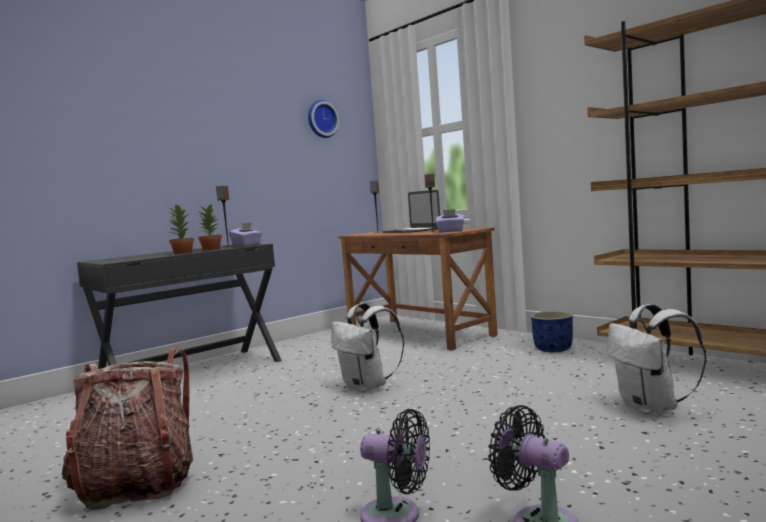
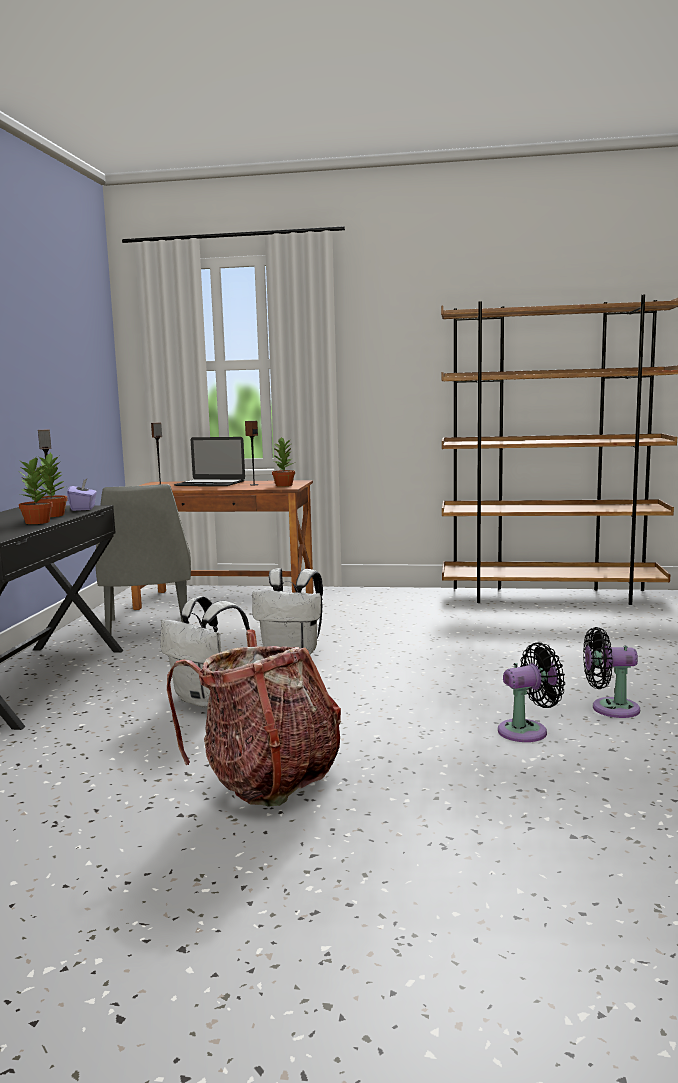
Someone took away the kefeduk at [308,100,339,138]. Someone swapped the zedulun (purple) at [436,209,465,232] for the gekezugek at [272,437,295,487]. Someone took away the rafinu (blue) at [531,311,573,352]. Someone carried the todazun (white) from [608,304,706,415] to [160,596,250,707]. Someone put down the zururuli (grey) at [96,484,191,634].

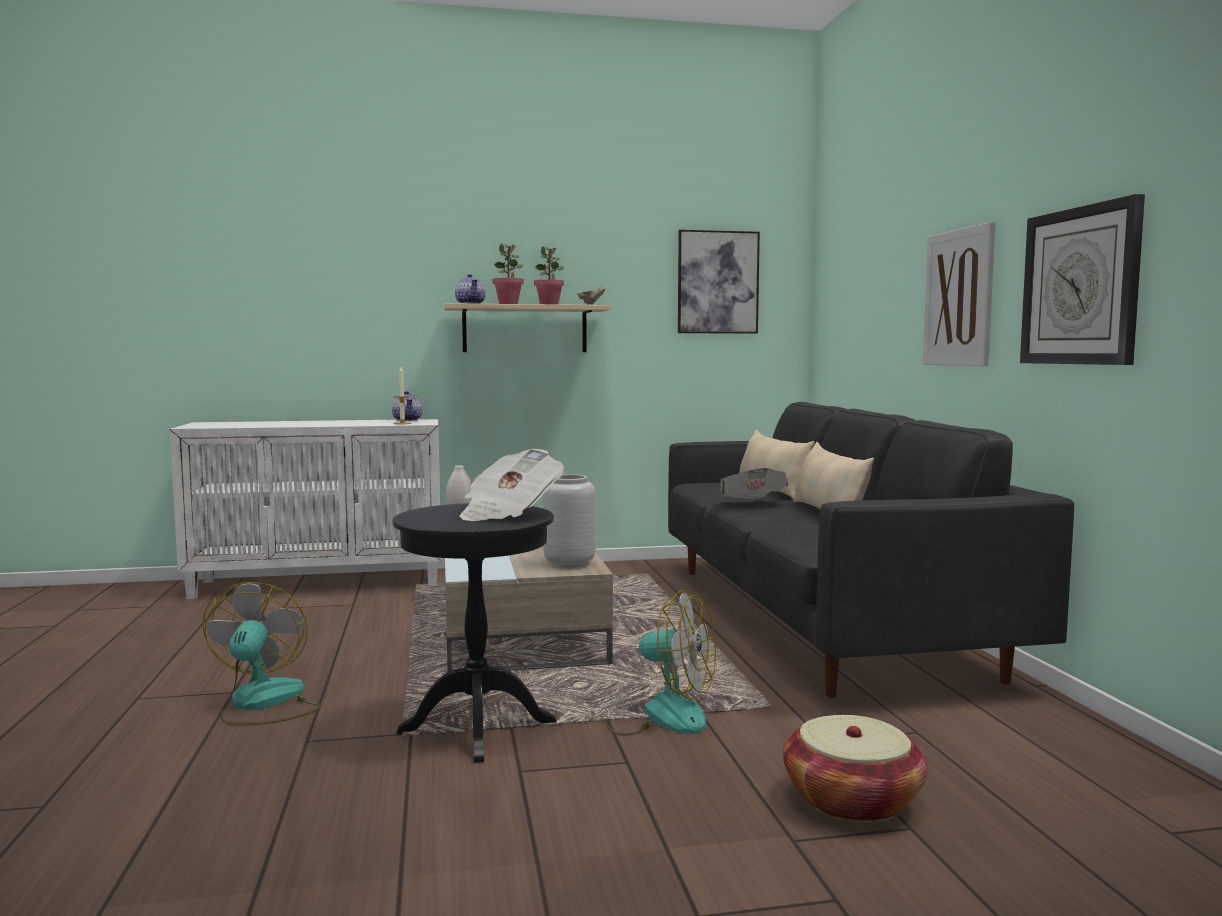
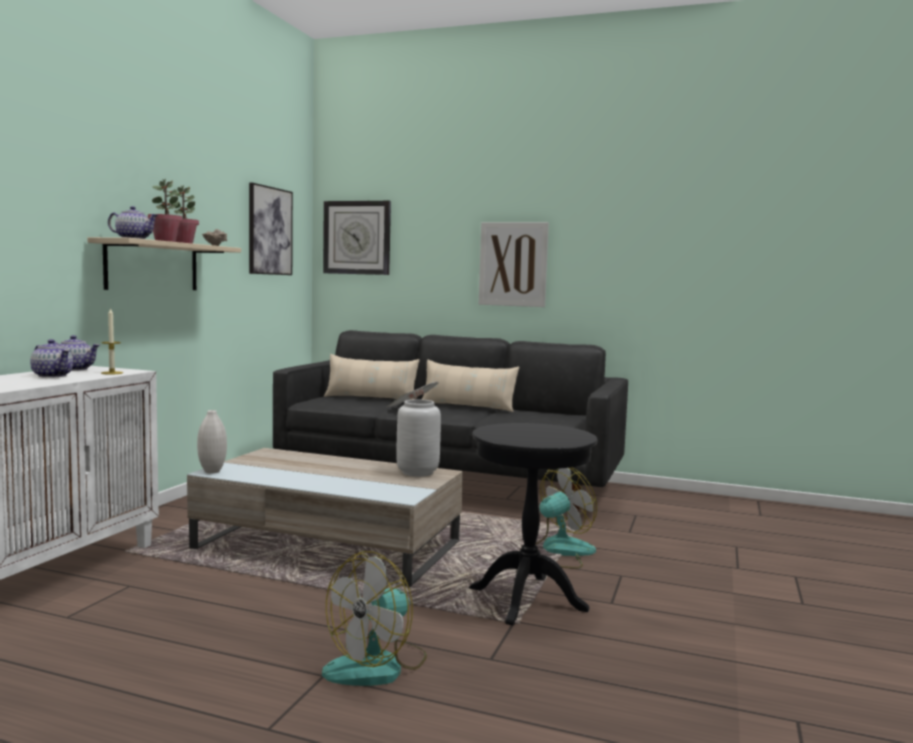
Someone rotated the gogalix at [202,582,320,726] by 75 degrees counterclockwise. Someone took away the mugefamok at [460,449,564,521]. Someone took away the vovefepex at [783,715,927,823]. Someone carried the kefeduk from [1020,194,1145,365] to [323,201,391,275]. Someone put down the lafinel at [30,339,73,378].

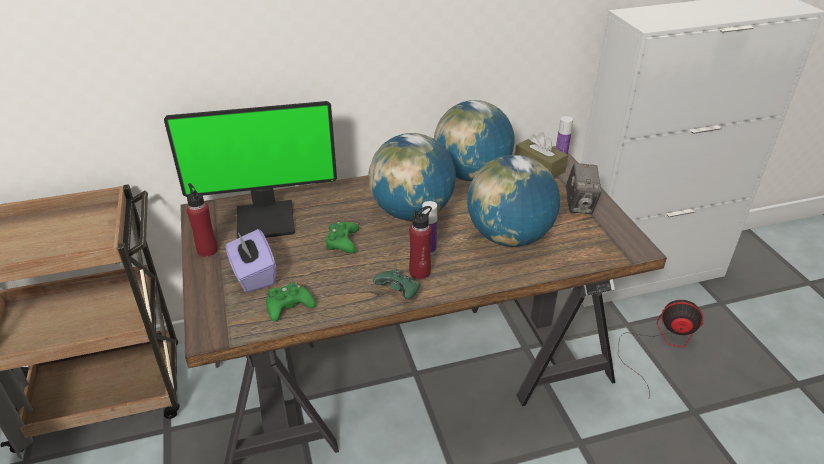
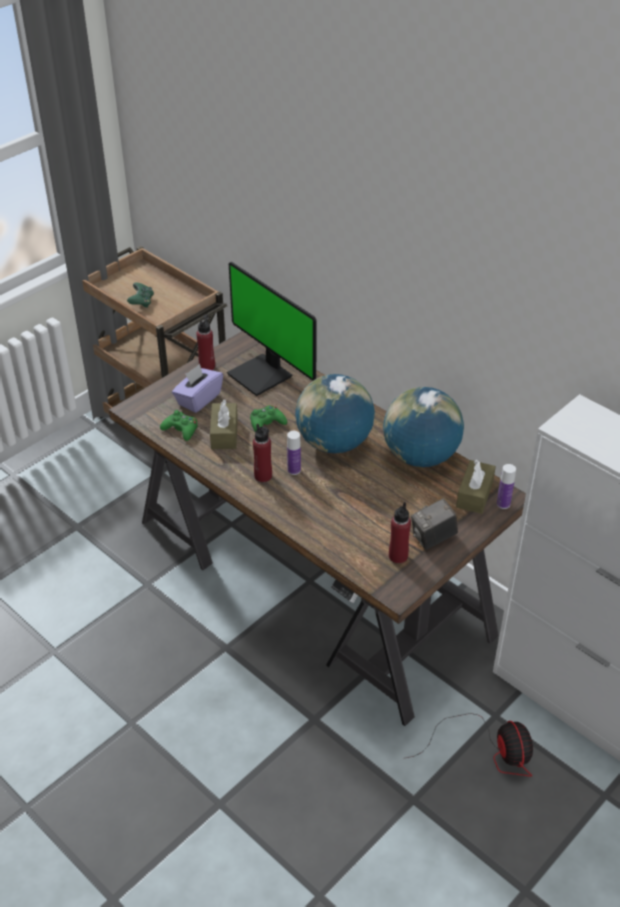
Someone carried the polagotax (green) from [373,268,421,300] to [127,282,154,308]. Someone took away the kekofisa at [467,155,560,247]. Someone put down the zedulun (brown) at [210,400,238,449]. Someone put down the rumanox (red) at [389,502,411,563].

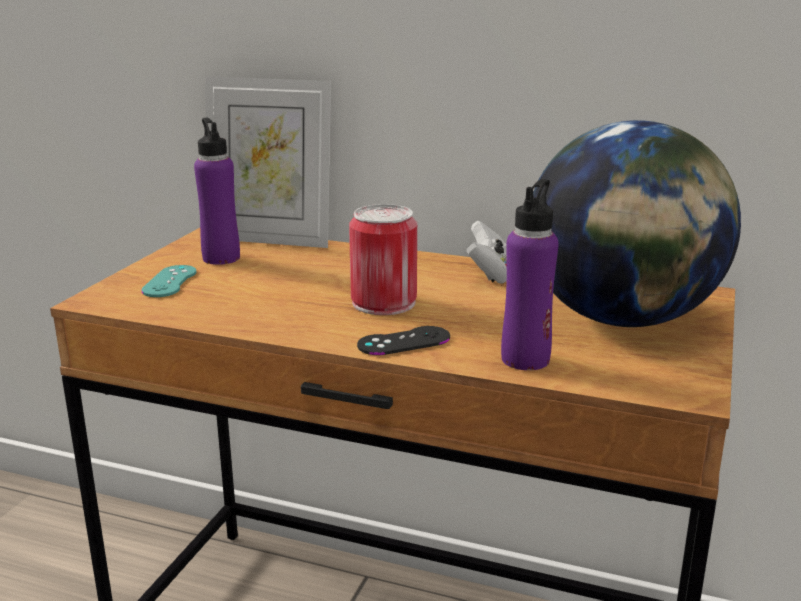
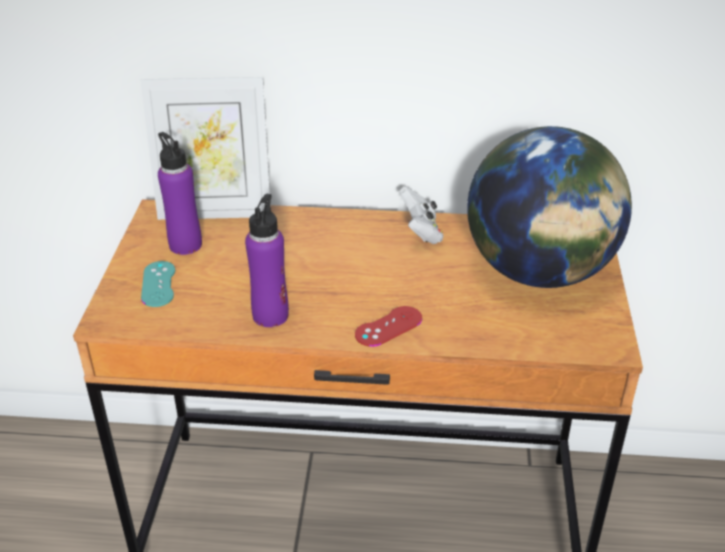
Someone took away the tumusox at [349,204,417,315]. Someone repainted the polagotax (black) at [357,326,450,355], which became the polagotax (red) at [355,306,422,347]. Someone carried the rumanox (purple) from [501,179,559,370] to [245,194,289,327].

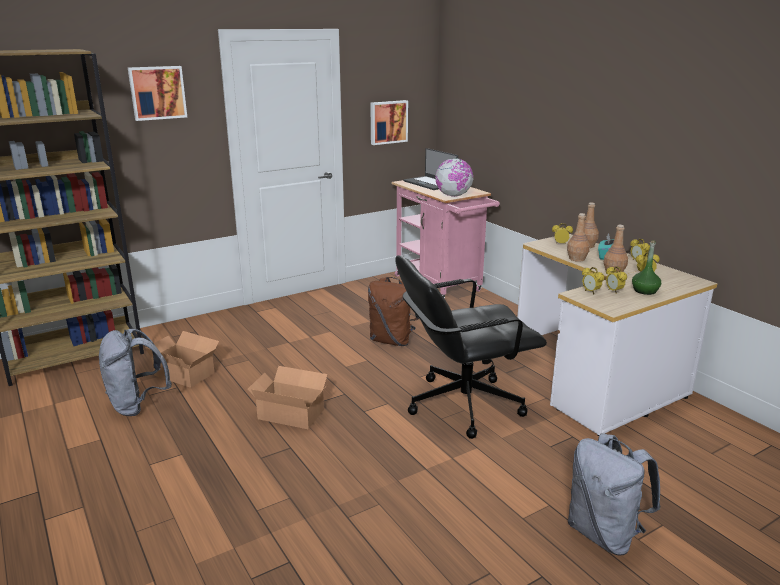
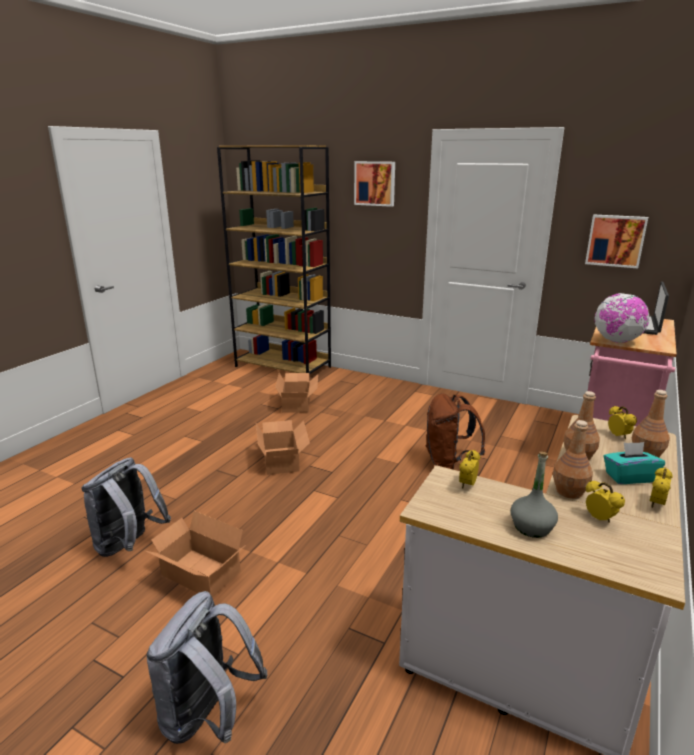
Someone carried the todazun (grey) from [99,329,172,416] to [82,457,171,557]. Someone took away the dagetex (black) at [395,255,547,439]. Someone took away the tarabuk at [606,266,627,294]. Someone repainted the rumanox (green) at [632,241,661,295], which became the rumanox (grey) at [510,452,558,538]. Someone put down the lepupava at [146,511,246,598].

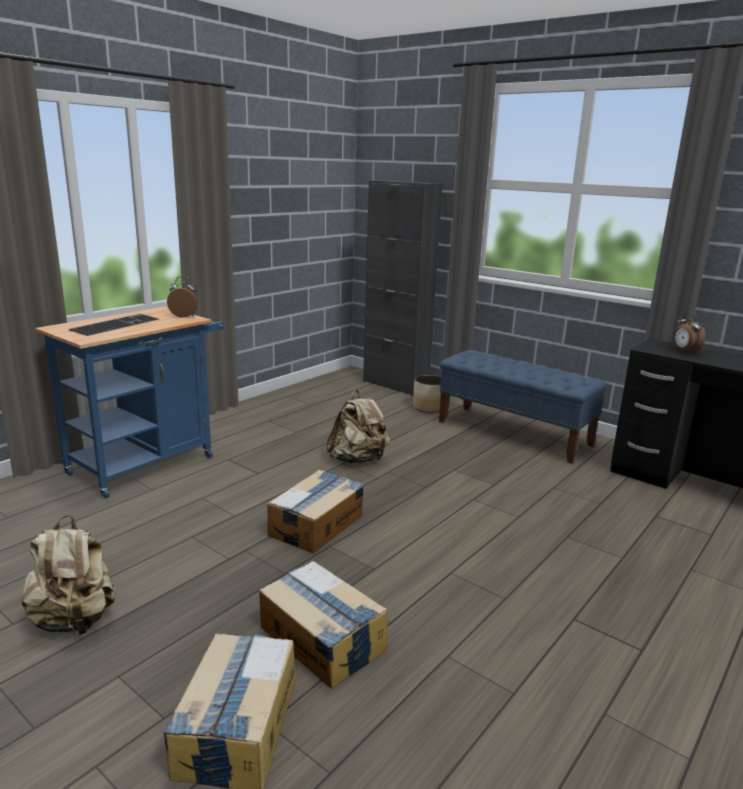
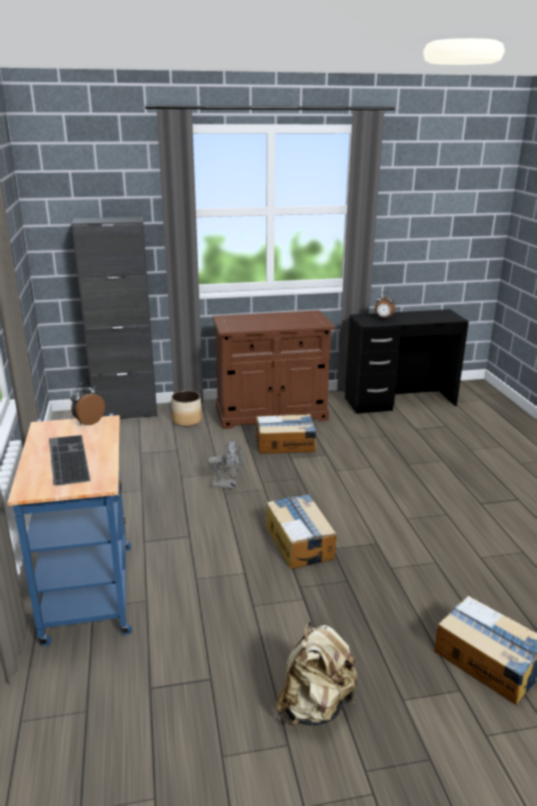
Someone carried the lepupava from [259,561,388,689] to [256,414,316,454]. Someone swapped the todazun (beige) at [326,390,390,463] for the gogalix (grey) at [207,440,243,489]. Someone swapped the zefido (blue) at [439,350,607,464] for the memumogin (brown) at [213,310,335,429].

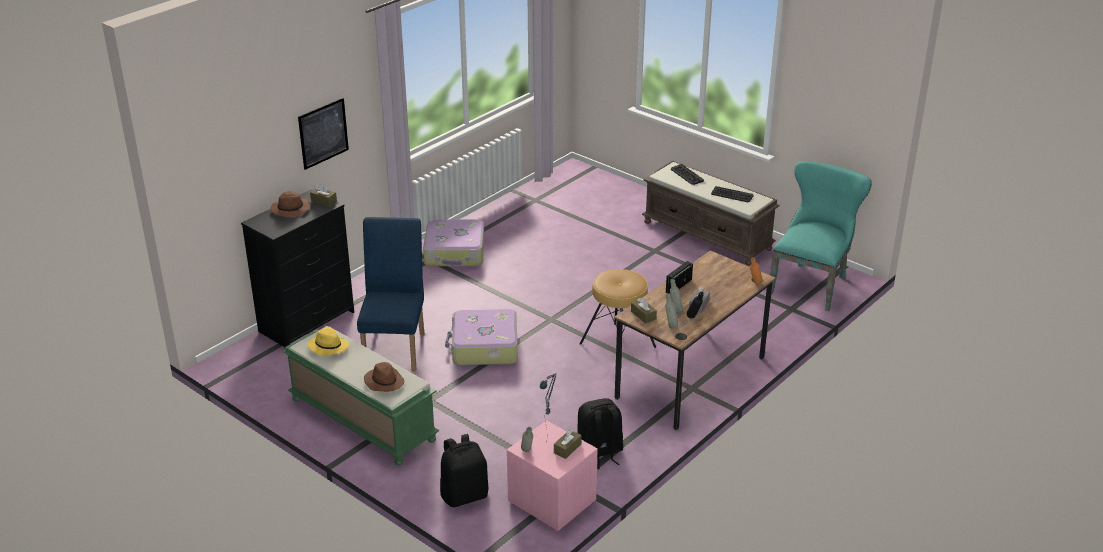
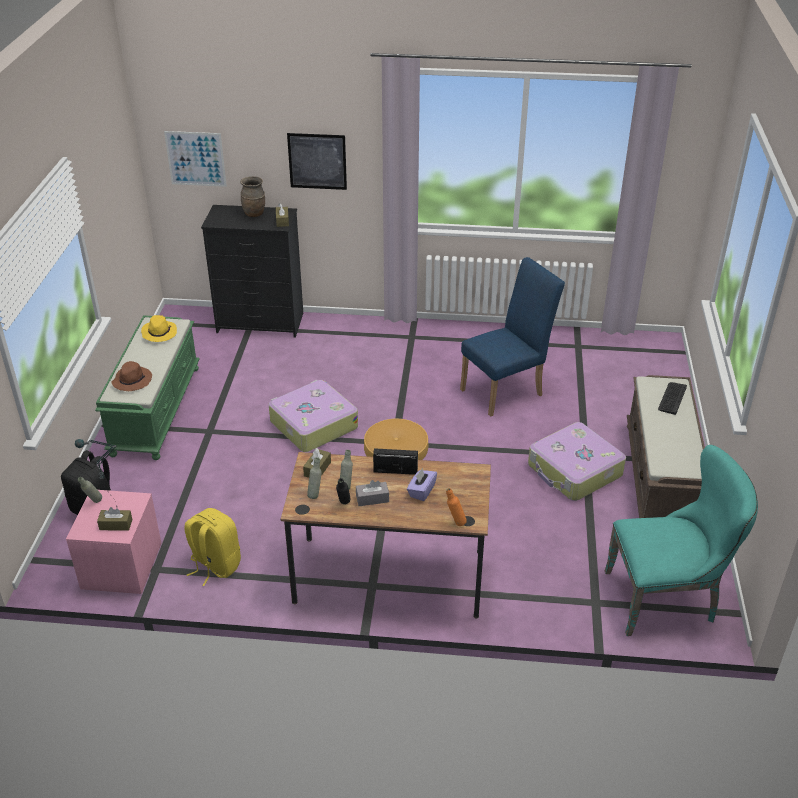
Someone swapped the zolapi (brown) at [271,191,311,218] for the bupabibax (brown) at [240,176,265,217]. Someone carried the zururuli (blue) from [357,217,425,371] to [460,257,565,417]. Someone carried the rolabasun from [423,220,484,266] to [528,422,626,501]. Someone repainted the todazun (black) at [577,398,623,469], which became the todazun (yellow) at [184,508,241,586]. Someone took away the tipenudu at [711,186,754,202]. Someone put up the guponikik at [164,131,227,187]. Someone put down the zedulun (purple) at [407,468,437,501].

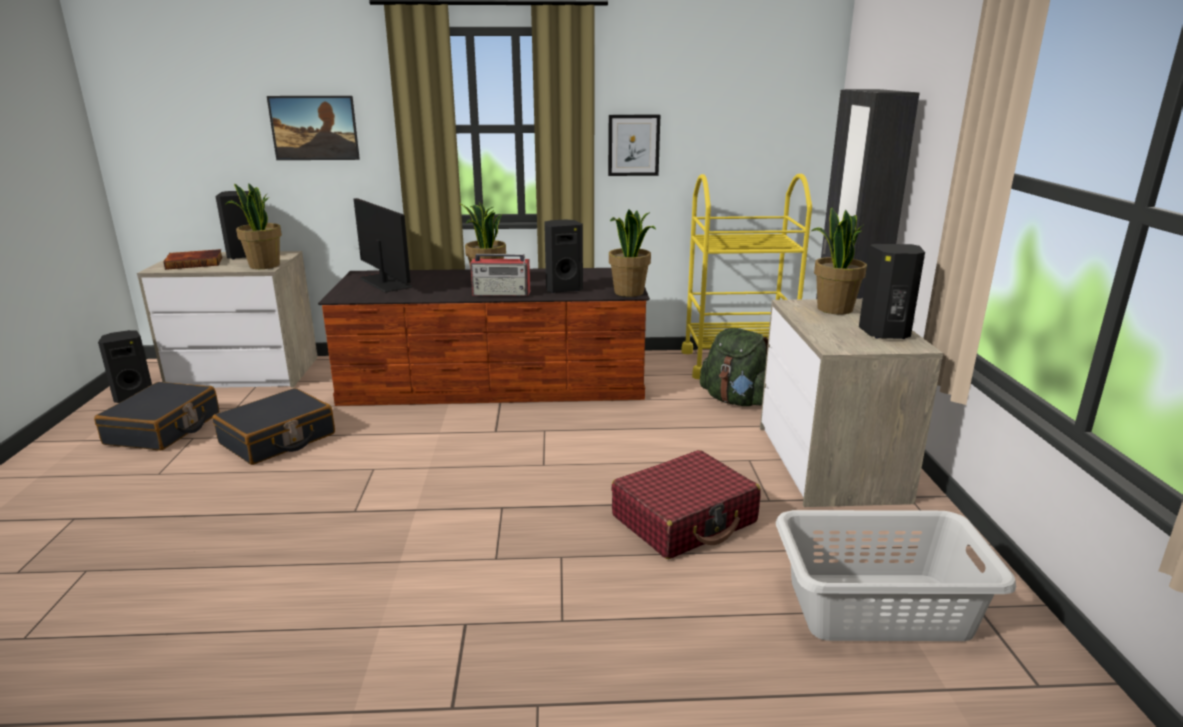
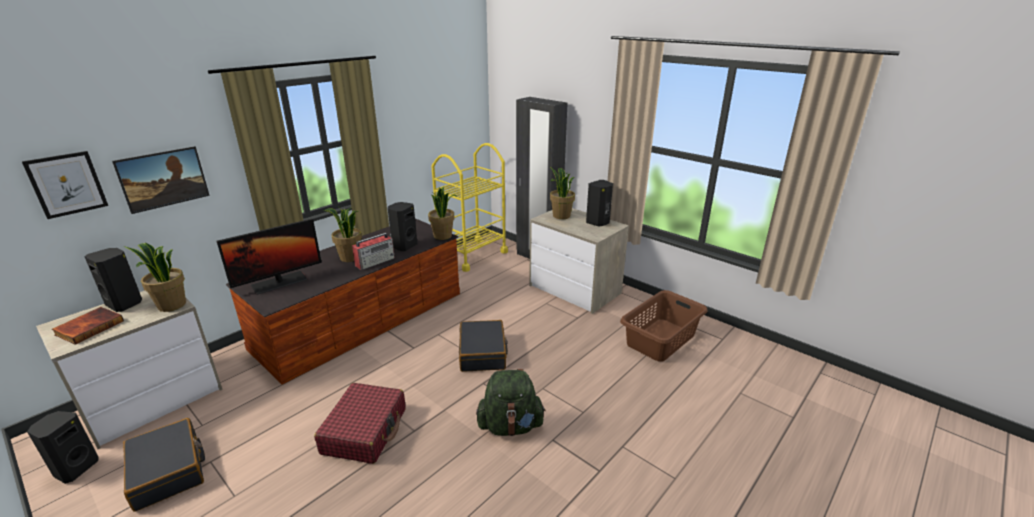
Someone carried the rolabasun (black) from [212,388,335,465] to [459,320,508,372]. Someone rotated the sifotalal at [354,198,412,292] by 135 degrees clockwise. Someone carried the guponikik from [608,115,660,176] to [22,151,108,219]. Someone carried the rolabasun (red) from [611,450,760,559] to [314,383,406,464]. Someone carried the todazun (green) from [700,328,768,406] to [476,369,546,436]. Someone repainted the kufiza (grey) at [776,510,1016,641], which became the kufiza (brown) at [620,290,708,362].

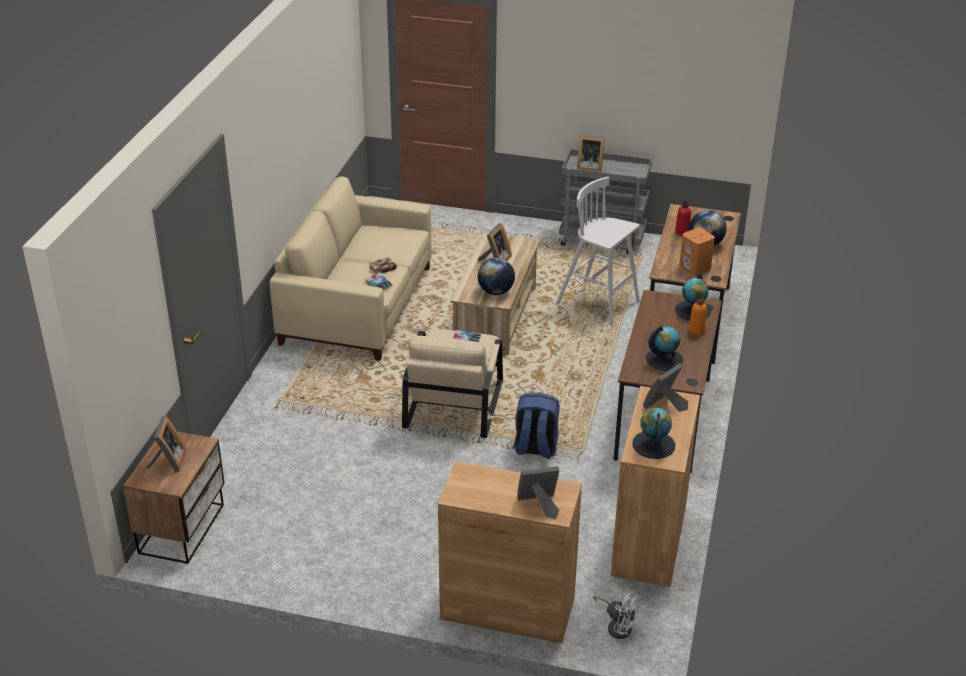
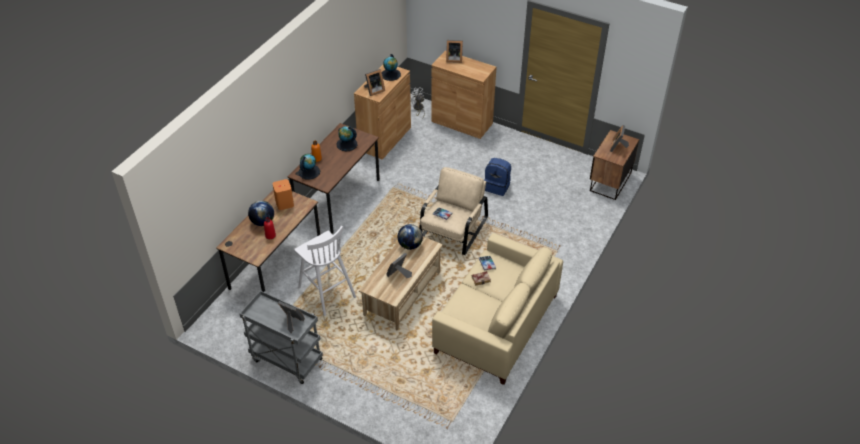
Someone carried the todazun (blue) from [514,393,559,459] to [484,158,511,196].

